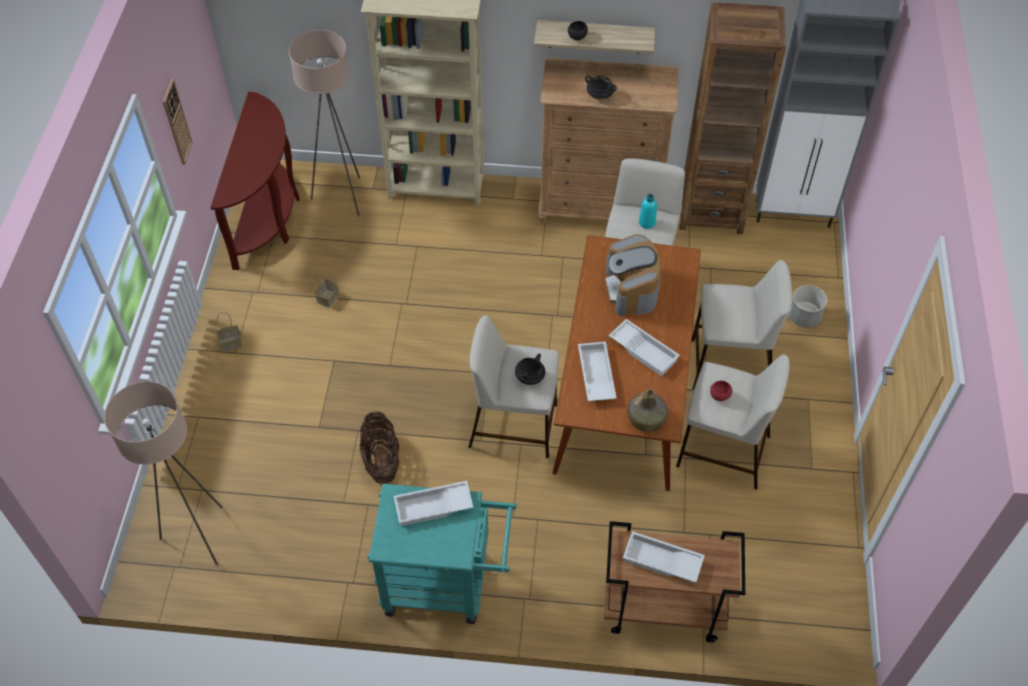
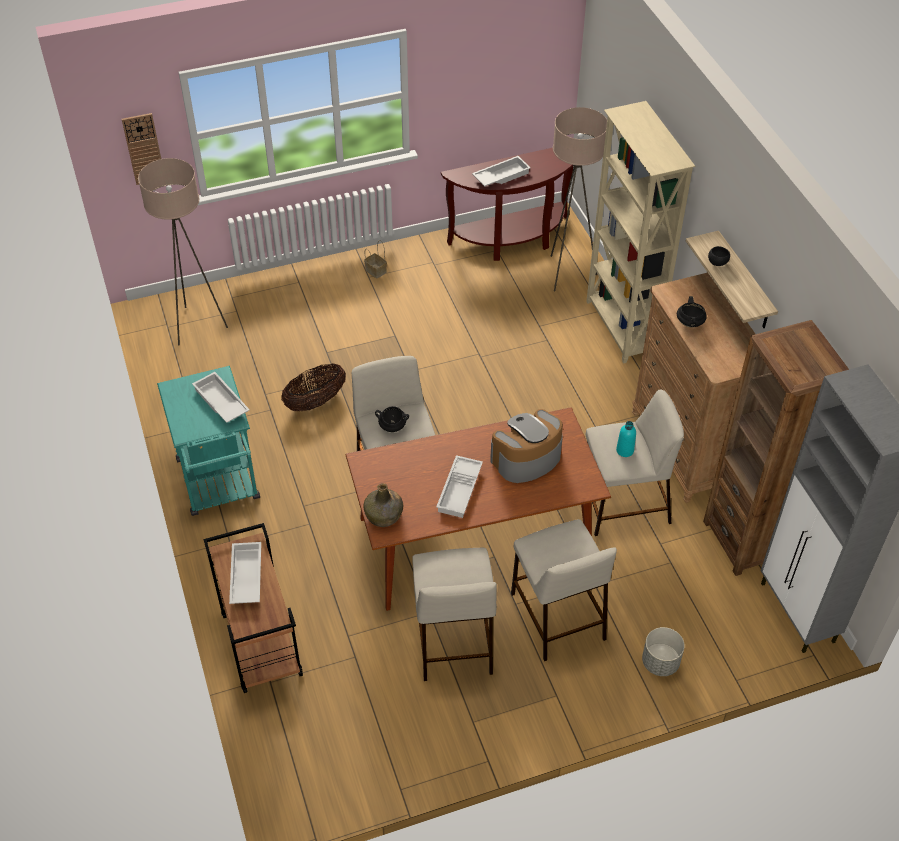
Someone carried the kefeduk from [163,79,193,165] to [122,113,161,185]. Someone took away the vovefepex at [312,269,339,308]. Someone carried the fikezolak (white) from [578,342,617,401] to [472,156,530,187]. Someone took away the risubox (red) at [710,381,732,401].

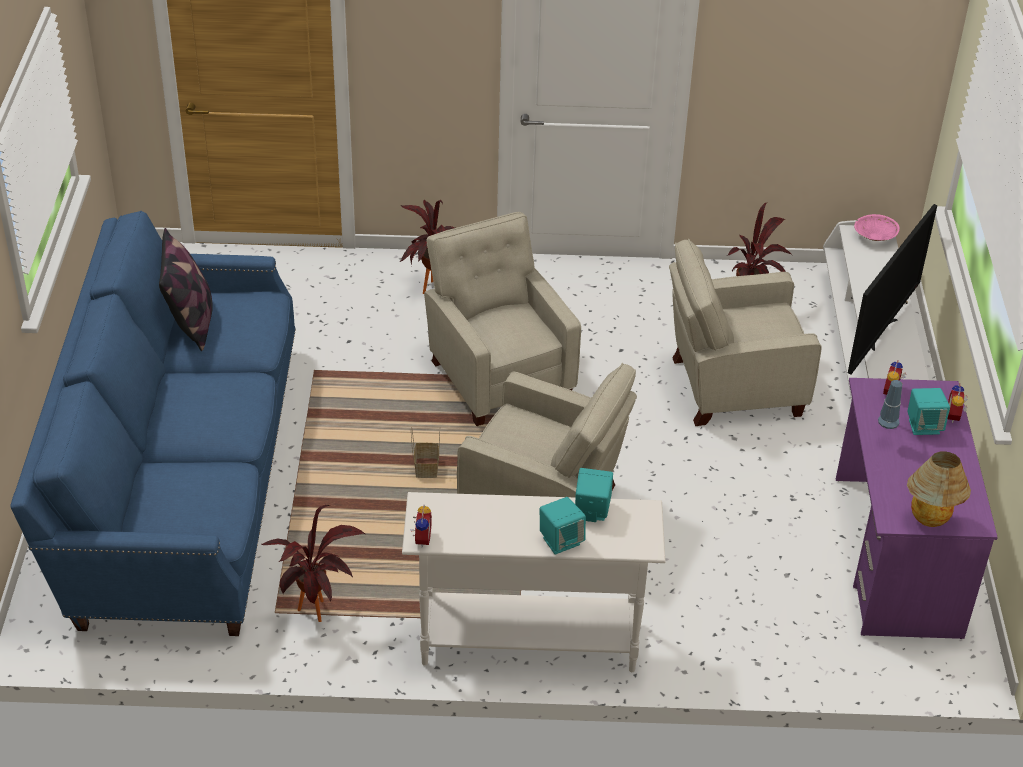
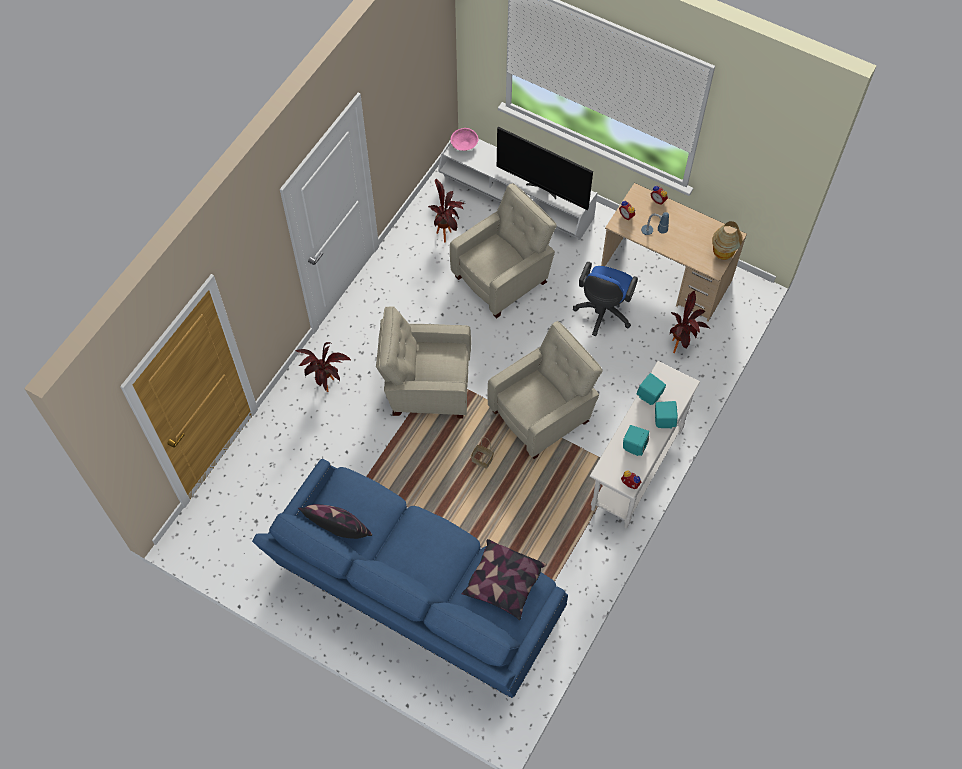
Someone carried the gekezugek from [261,505,365,622] to [670,291,709,353]. Someone rotated the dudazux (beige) at [669,239,822,426] by 150 degrees counterclockwise. Someone repainted the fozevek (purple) at [836,378,998,639], which became the fozevek (beige) at [601,183,747,322]. Someone rotated the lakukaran at [848,204,937,374] by 150 degrees clockwise. Someone carried the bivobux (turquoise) from [908,388,950,435] to [623,425,649,456]. Someone put down the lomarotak at [461,539,547,620]. Someone put down the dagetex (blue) at [573,262,638,336].

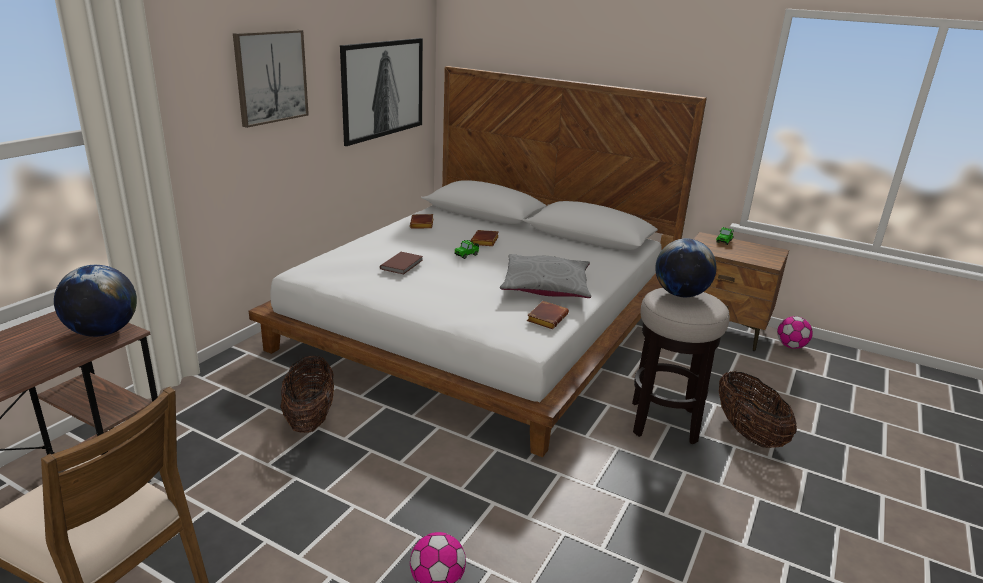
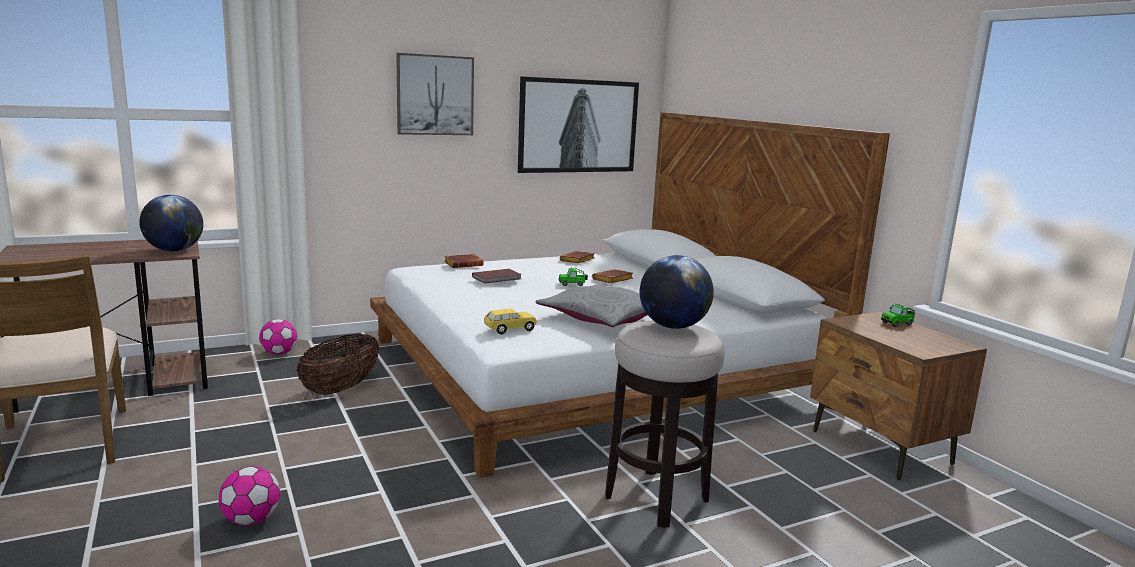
Someone carried the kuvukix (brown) from [527,301,569,329] to [444,254,483,268]. Someone took away the vovefepex at [718,372,797,448]. Someone carried the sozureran from [777,316,813,349] to [259,319,297,355]. Someone put down the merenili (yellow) at [484,308,537,334].

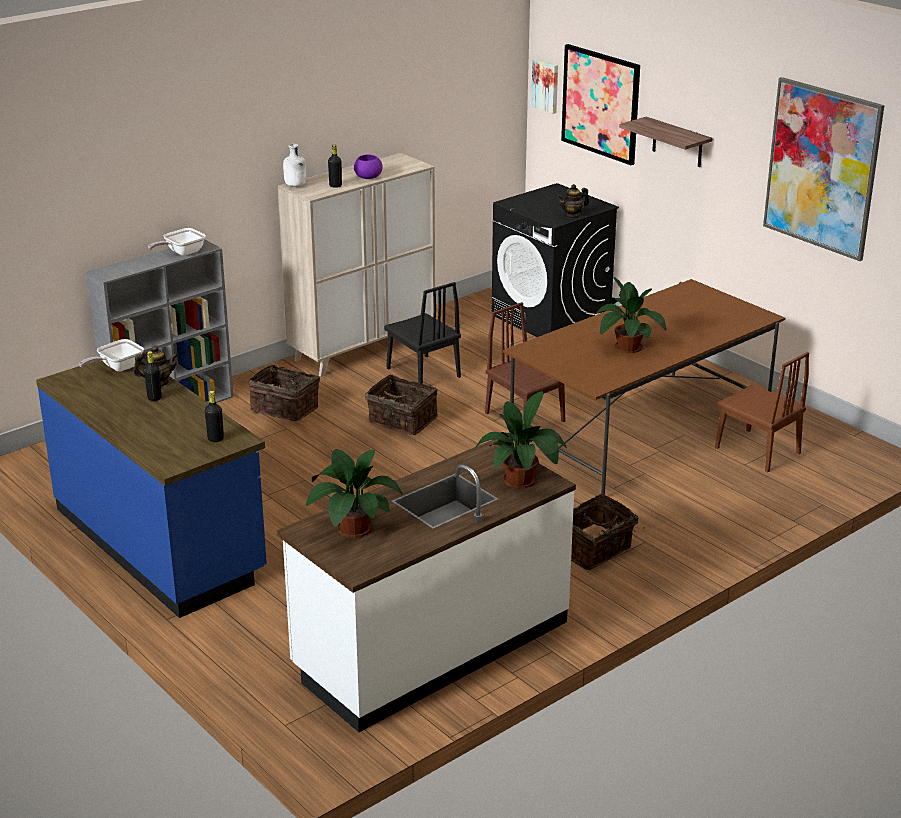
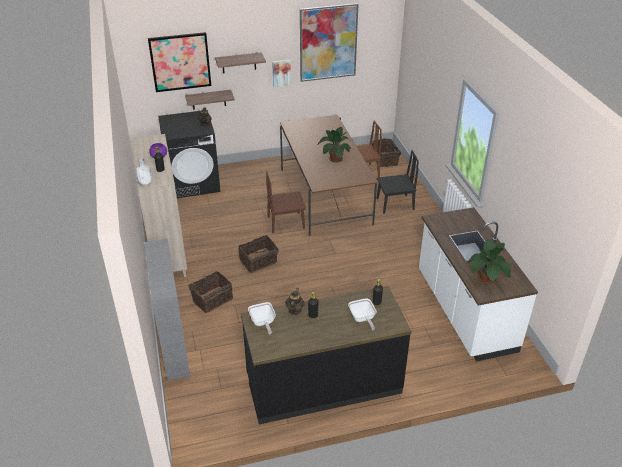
Someone repainted the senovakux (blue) at [36,358,267,618], which became the senovakux (black) at [241,286,412,424]. Someone carried the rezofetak from [148,228,206,256] to [348,298,377,330]. Someone carried the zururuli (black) from [384,282,461,384] to [377,150,419,214]. Someone took away the gekezugek at [475,391,567,489]. Someone carried the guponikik from [531,58,558,114] to [272,60,291,87]. Someone carried the vovefepex from [571,494,645,570] to [372,139,401,167]. Someone put up the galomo at [185,90,235,110].

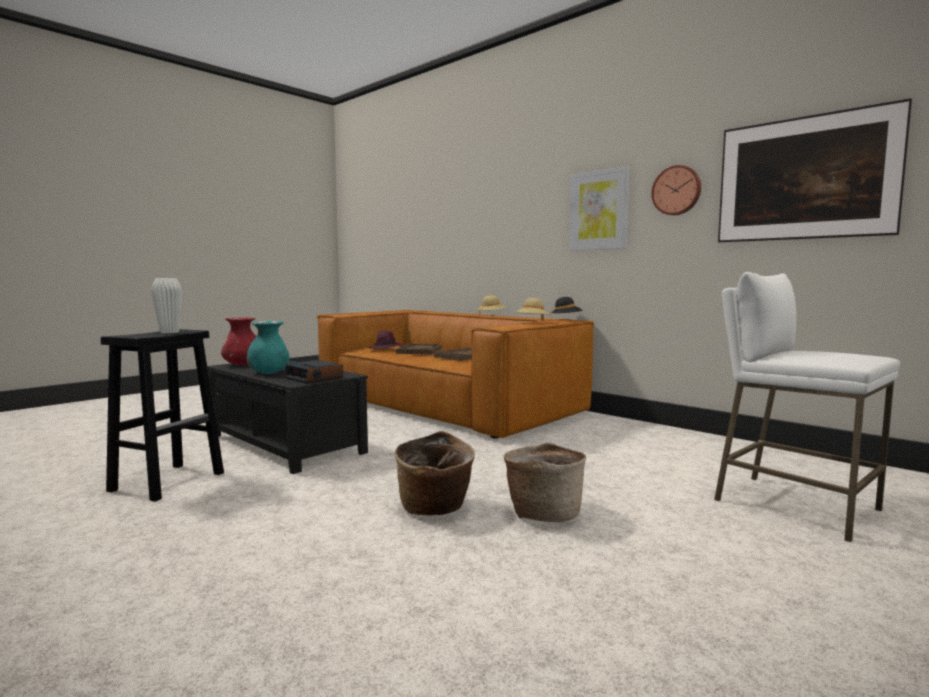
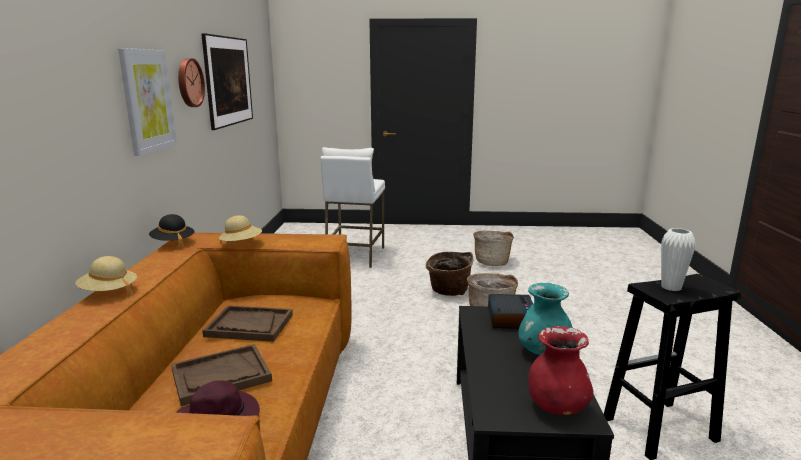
Someone put down the vovefepex at [473,231,514,266].

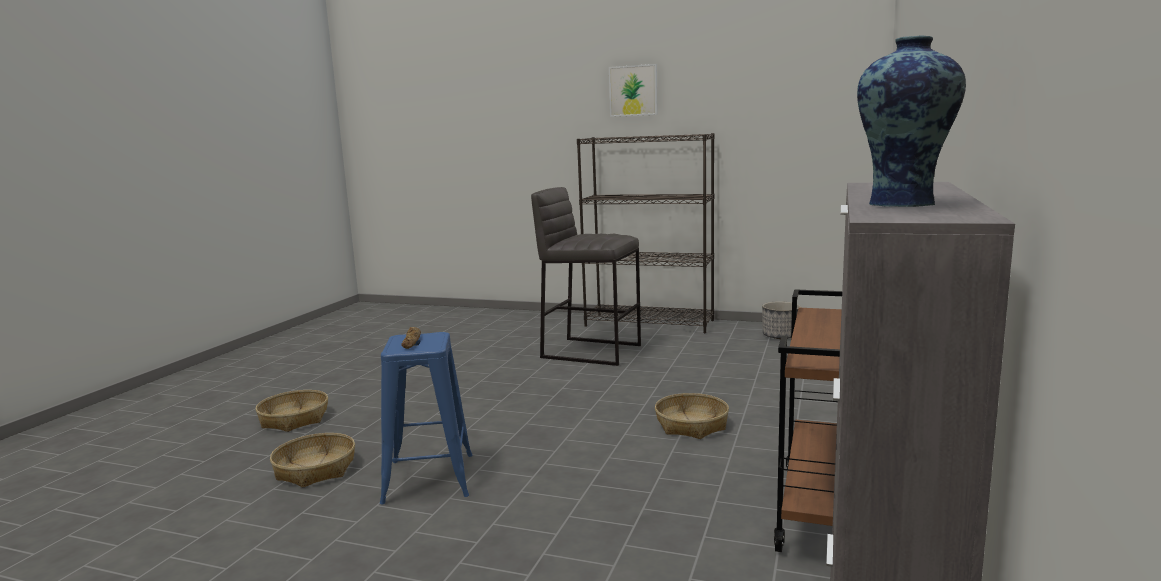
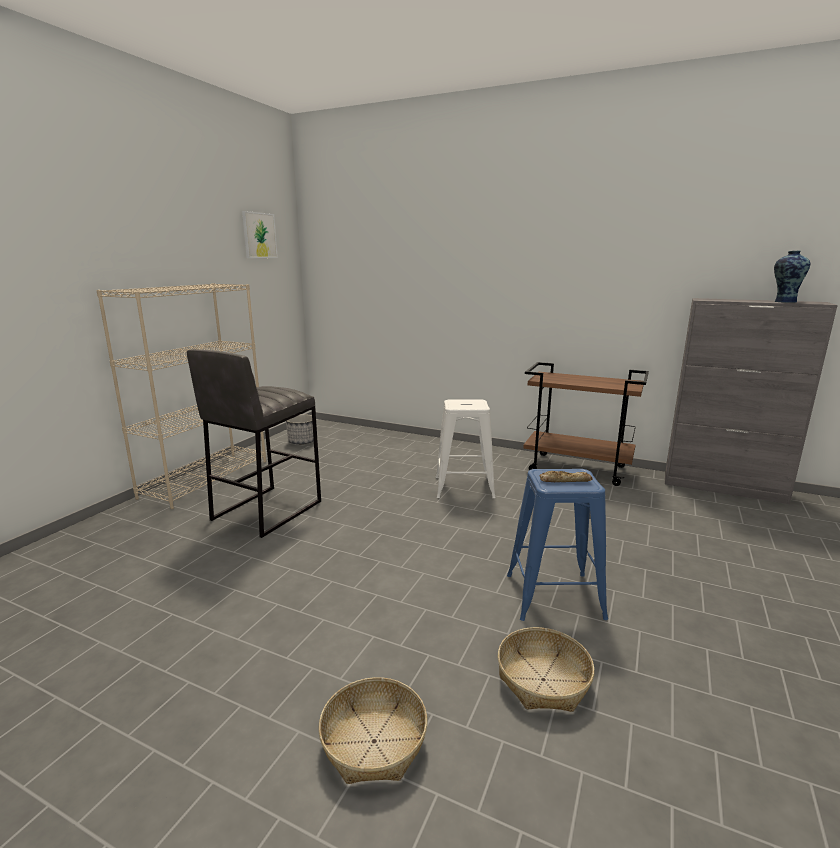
Someone repainted the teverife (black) at [577,133,715,333], which became the teverife (beige) at [97,283,266,509]. Someone carried the guponikik from [609,64,658,117] to [242,211,278,258]. Someone swapped the vovefepex at [655,393,729,439] for the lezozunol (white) at [435,399,496,498].

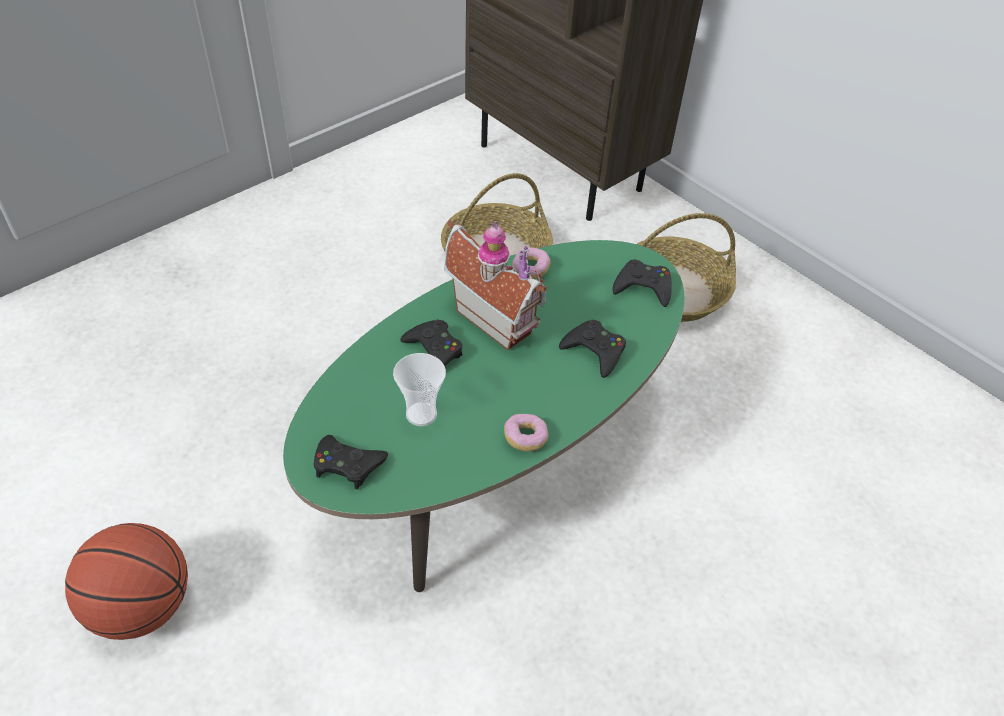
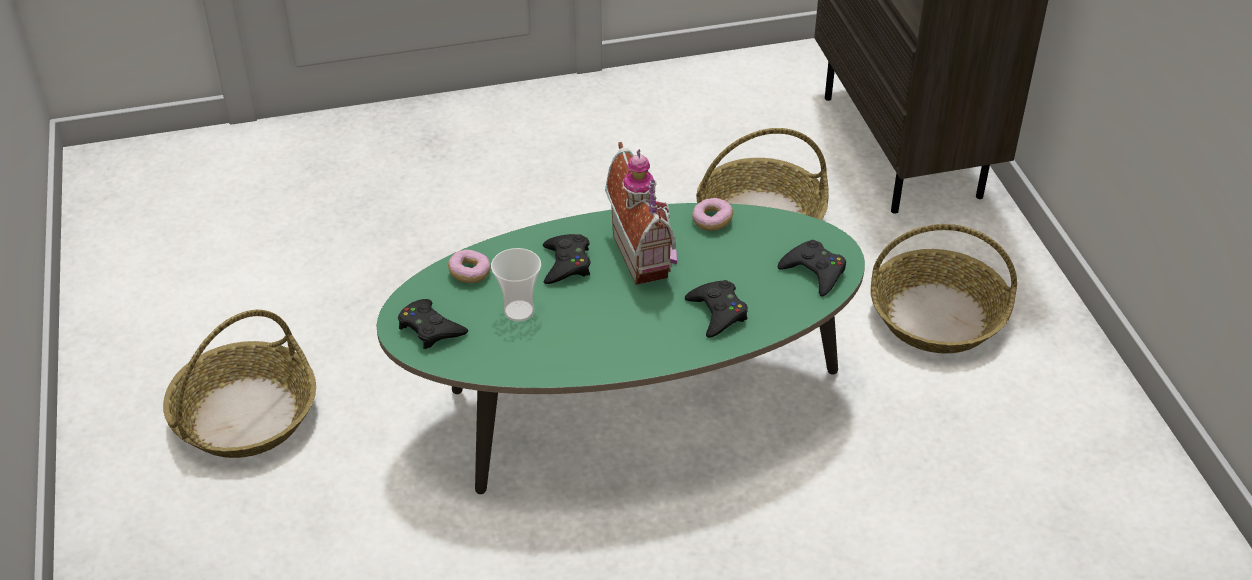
Someone swapped the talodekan at [65,523,188,640] for the vovefepex at [163,310,316,458]. Someone carried the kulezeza from [504,414,549,452] to [448,250,491,283].

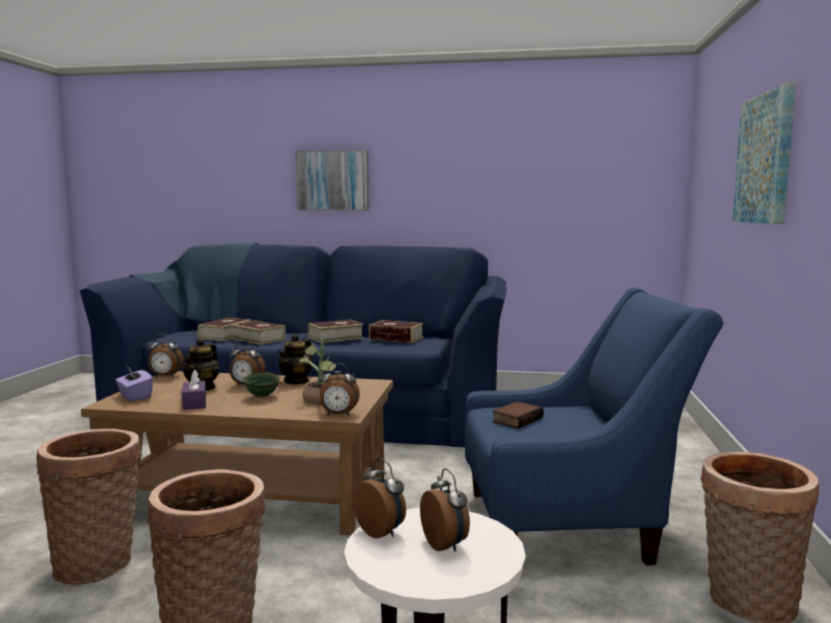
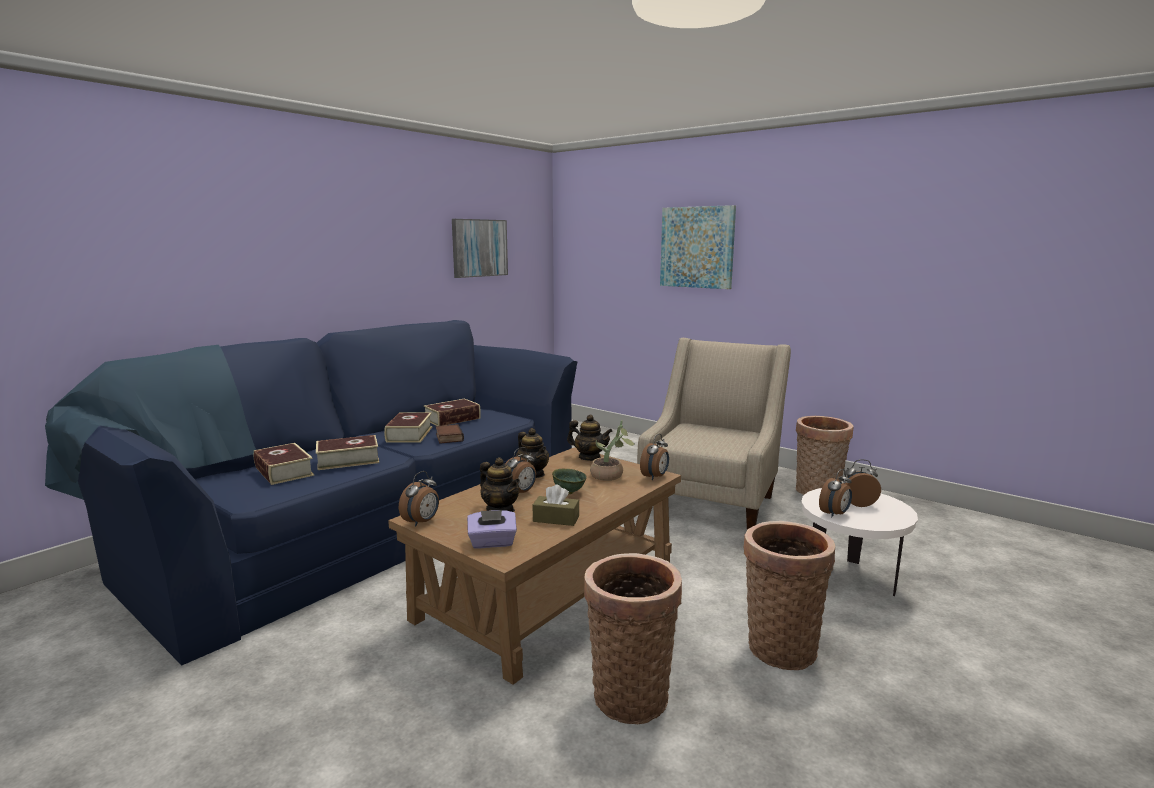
Someone repainted the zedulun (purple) at [182,370,206,410], which became the zedulun (brown) at [533,484,579,526]. Someone carried the guponikik from [295,150,369,211] to [452,219,508,278]. Someone rotated the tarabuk at [353,458,406,538] by 150 degrees clockwise. Someone repainted the dudazux (blue) at [465,287,724,565], which became the dudazux (beige) at [637,338,791,530]. Someone carried the kuvukix from [492,402,544,429] to [436,424,464,444]. Someone put down the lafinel at [567,415,613,461].

